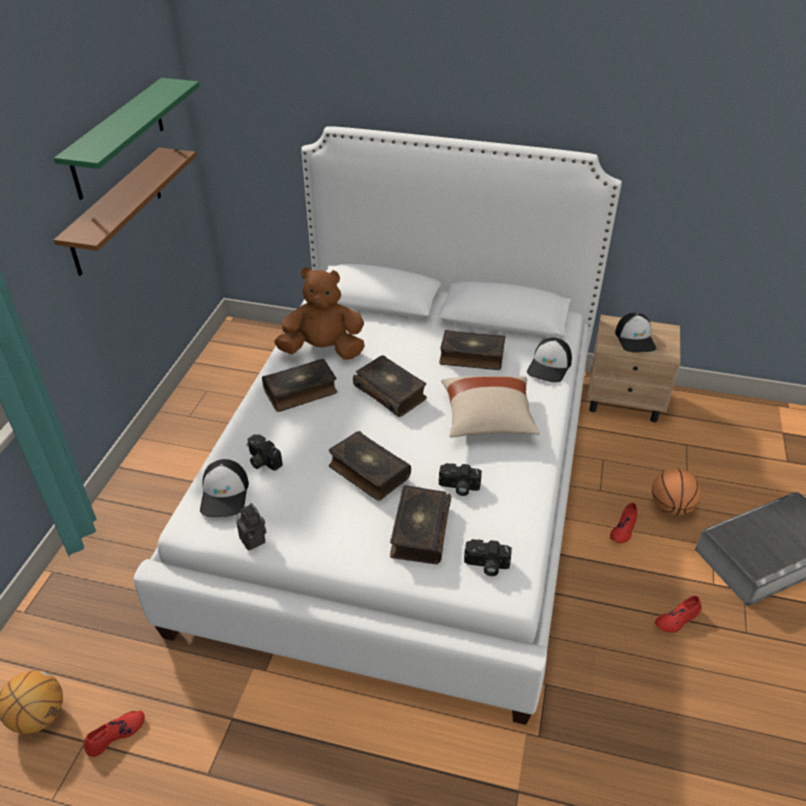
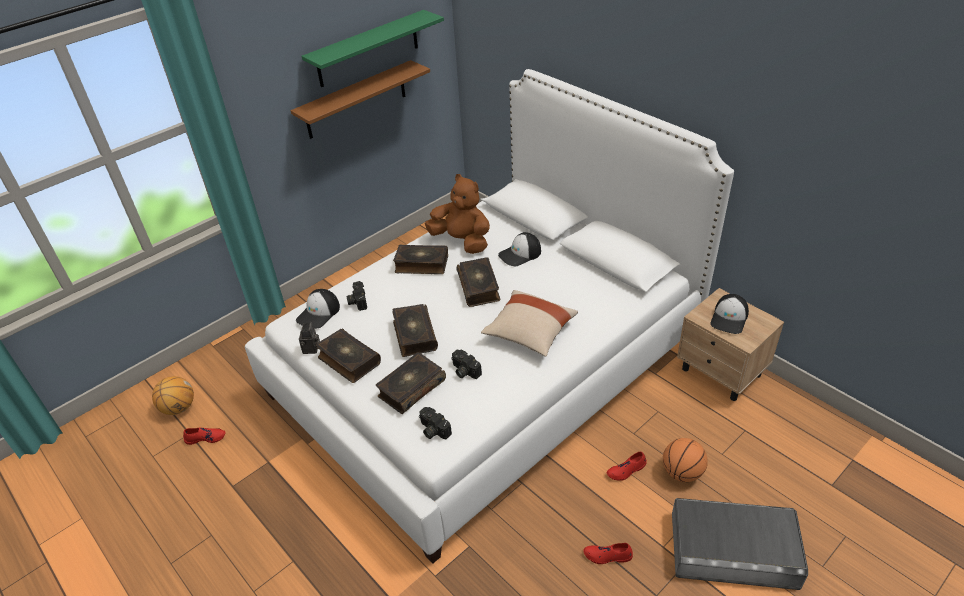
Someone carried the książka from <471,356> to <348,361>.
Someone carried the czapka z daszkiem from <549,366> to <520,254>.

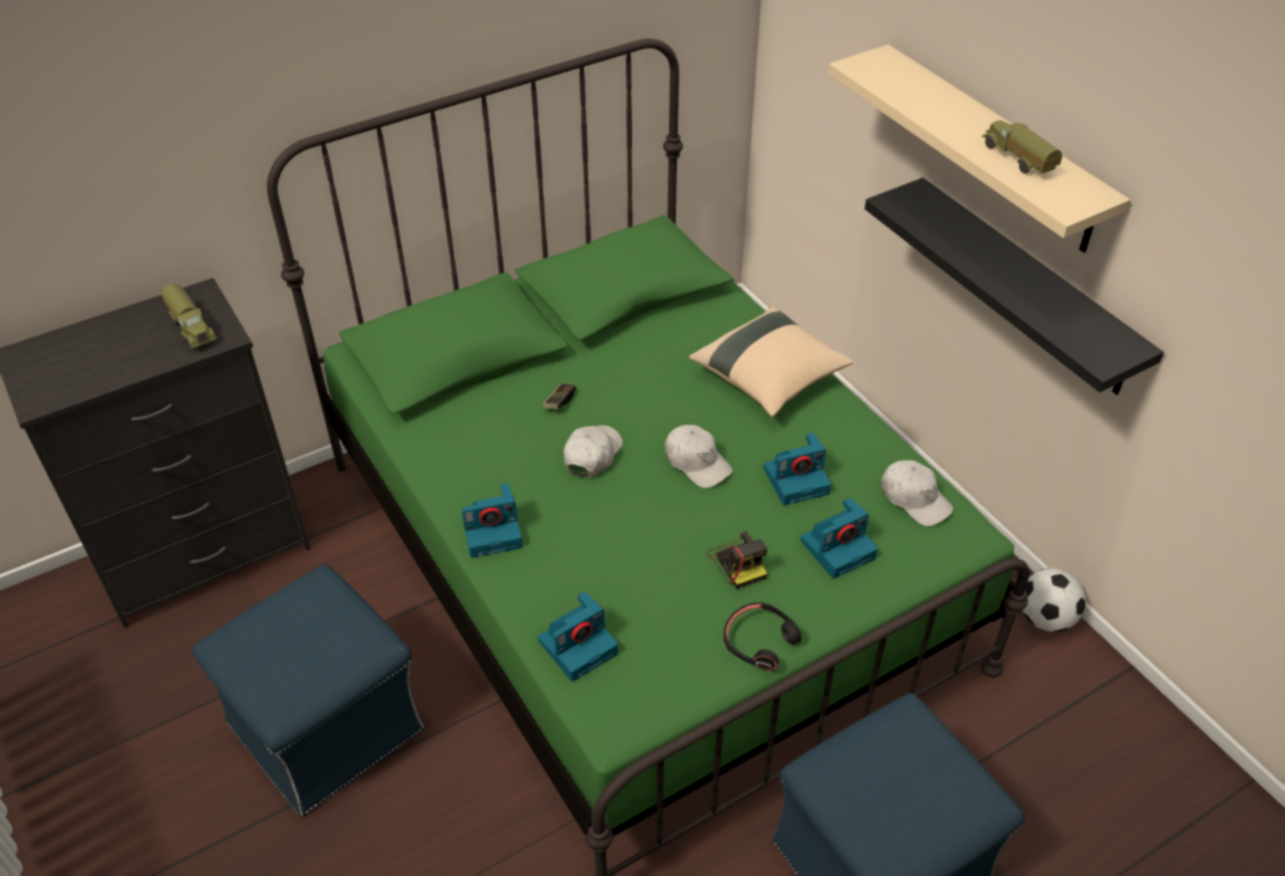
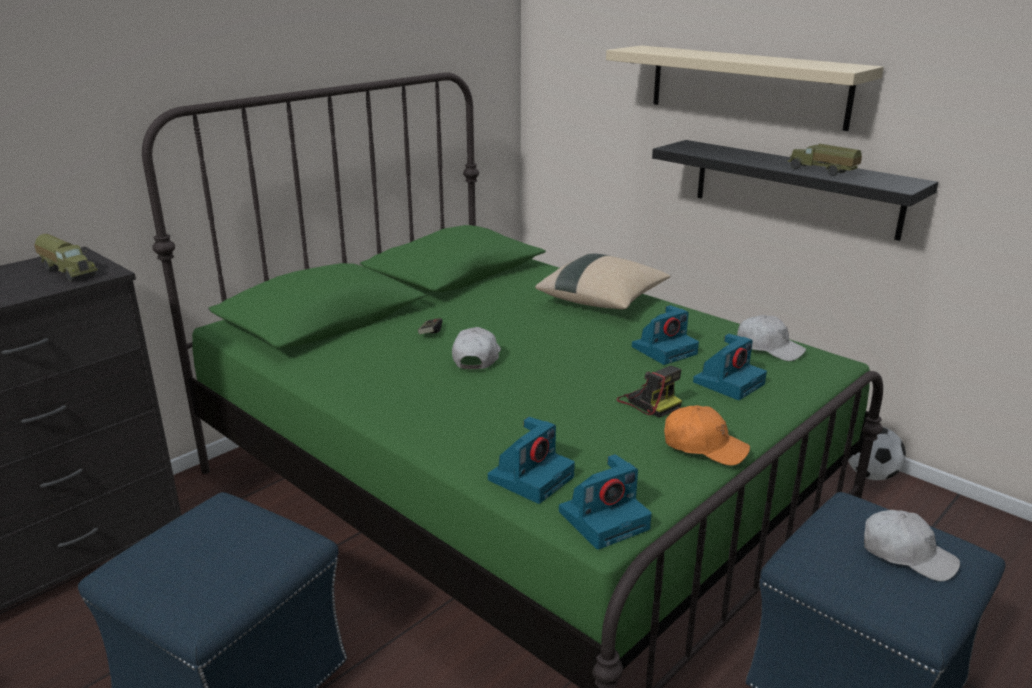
Someone carried the aparat fotograficzny from <493,531> to <604,519>.
Someone carried the czapka z daszkiem [biały] from <697,462> to <907,555>.
Someone carried the ciężarówka zabawkowa from <1017,160> to <821,171>.
Someone swapped the słuchawki [czarny] at <759,641> for the czapka z daszkiem [pomarańczowy] at <704,446>.

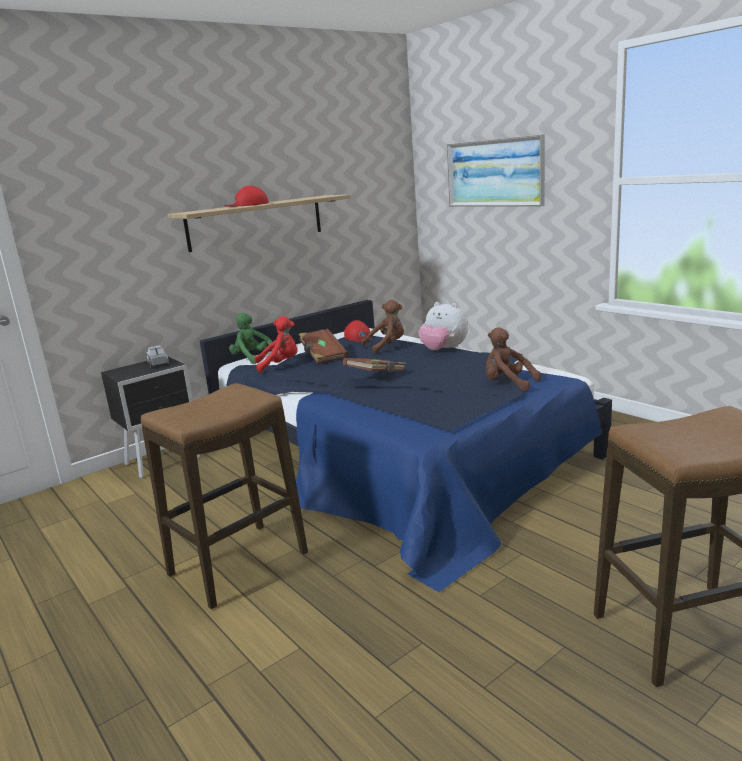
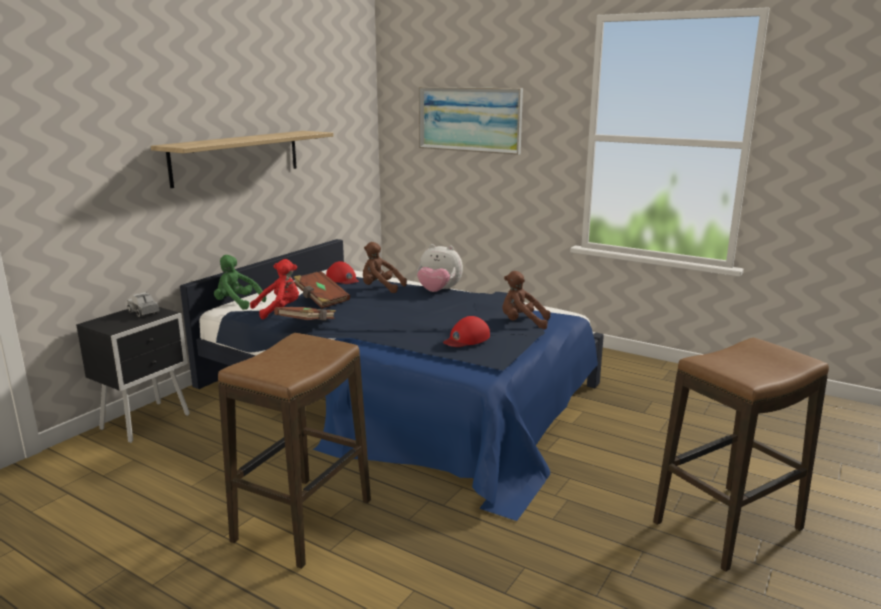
Someone carried the czapka z daszkiem [czerwony] from <247,205> to <466,339>.
Someone carried the książka [brązowy] from <376,376> to <307,325>.
Someone rotated the pluszak [brązowy] at <387,346> by 120 degrees counterclockwise.

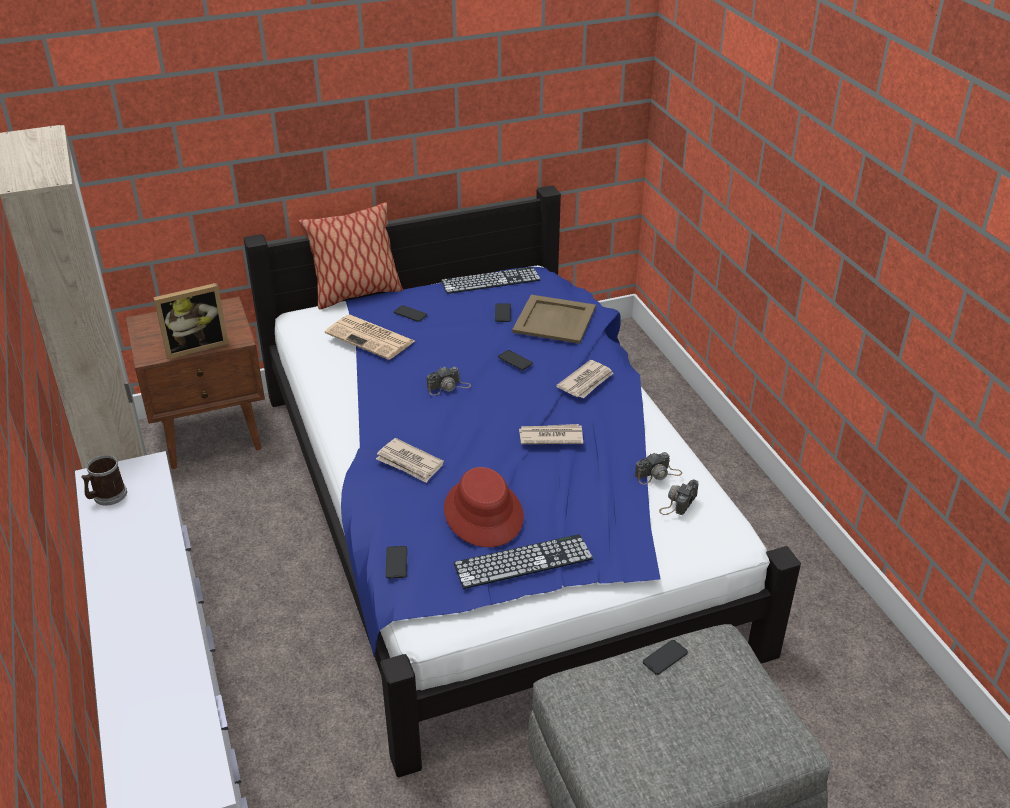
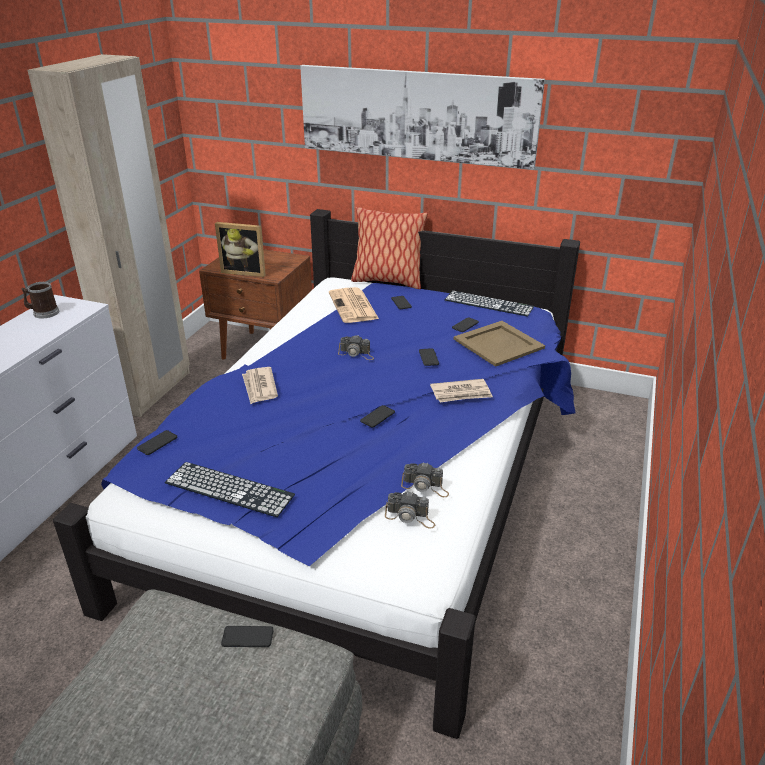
Someone took away the kapelusz [czerwony] at <484,513>.
Someone put up the obraz at <416,115>.
Someone swapped the gazeta at <550,436> for the telefon at <377,417>.
Someone rotated the aparat fotograficzny at <678,502> by 150 degrees counterclockwise.

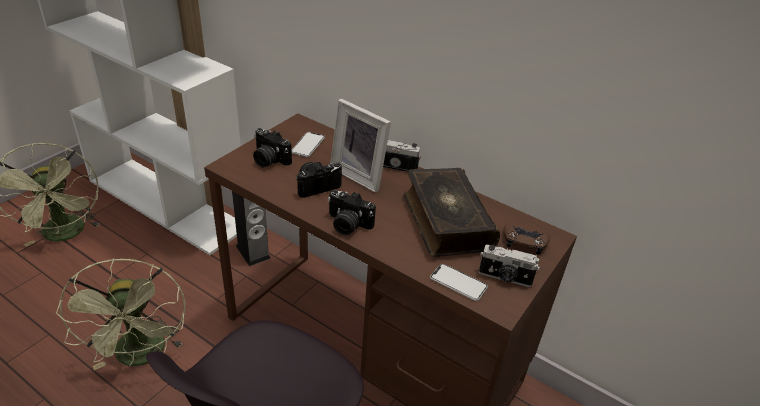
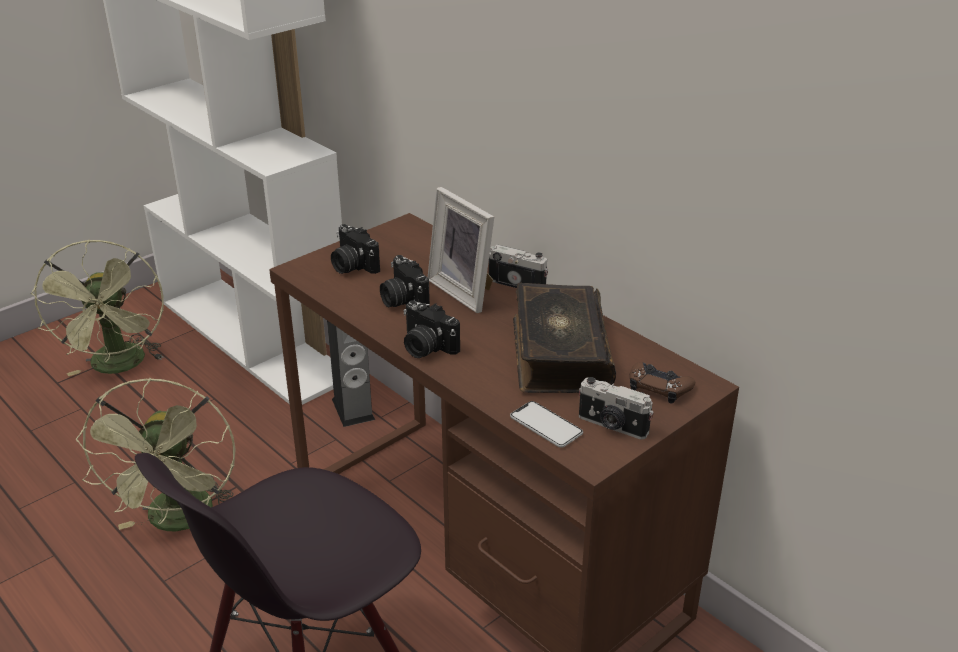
Someone took away the telefon at <308,145>.
Someone rotated the aparat fotograficzny at <316,186> by 105 degrees counterclockwise.

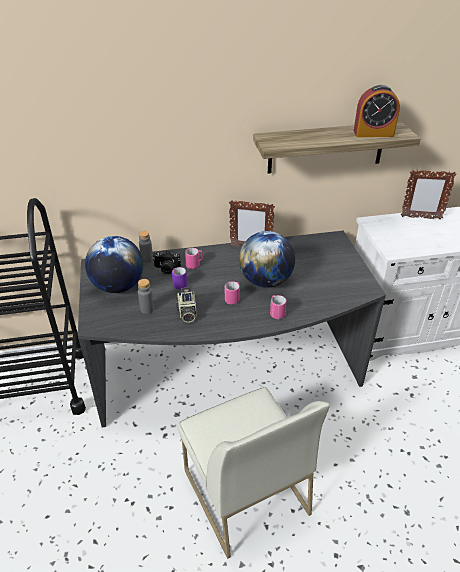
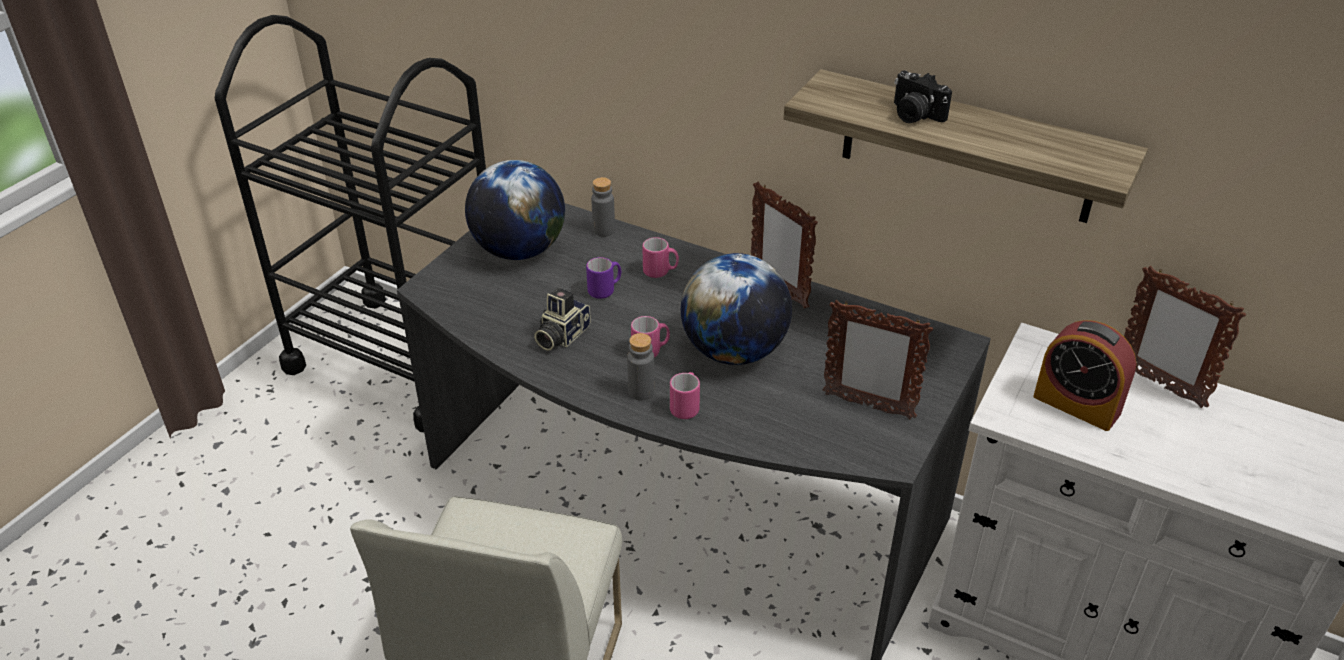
Someone put down the ramka na zdjęcie at <867,406>.
Someone carried the butelka [szary] from <147,309> to <641,391>.
Someone carried the aparat fotograficzny from <166,269> to <914,115>.
Someone carried the budzik from <373,133> to <1076,405>.

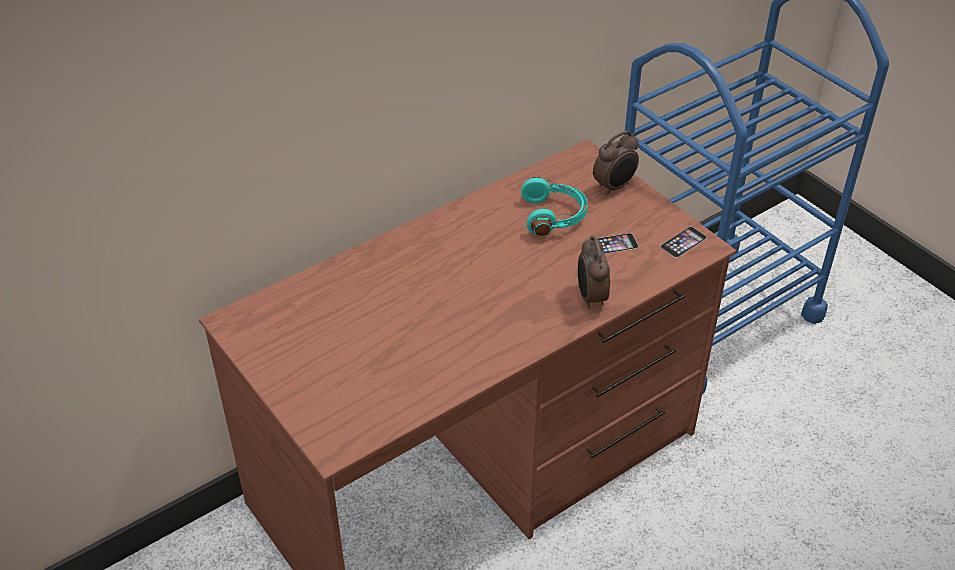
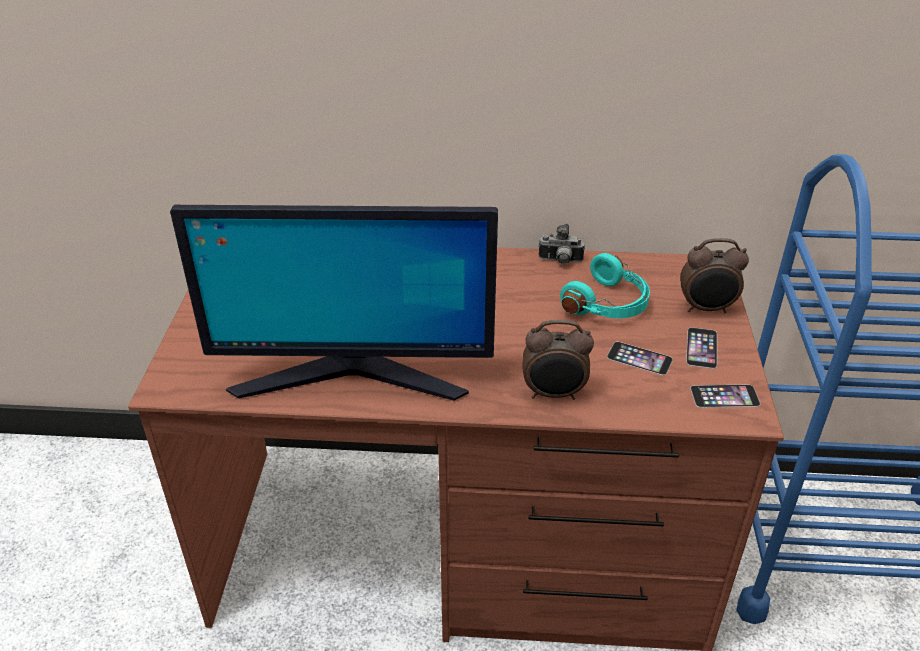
Someone put down the monitor at <352,376>.
Someone put down the aparat fotograficzny at <560,261>.
Someone put down the telefon at <701,347>.
Someone rotated the budzik at <590,297> by 120 degrees counterclockwise.

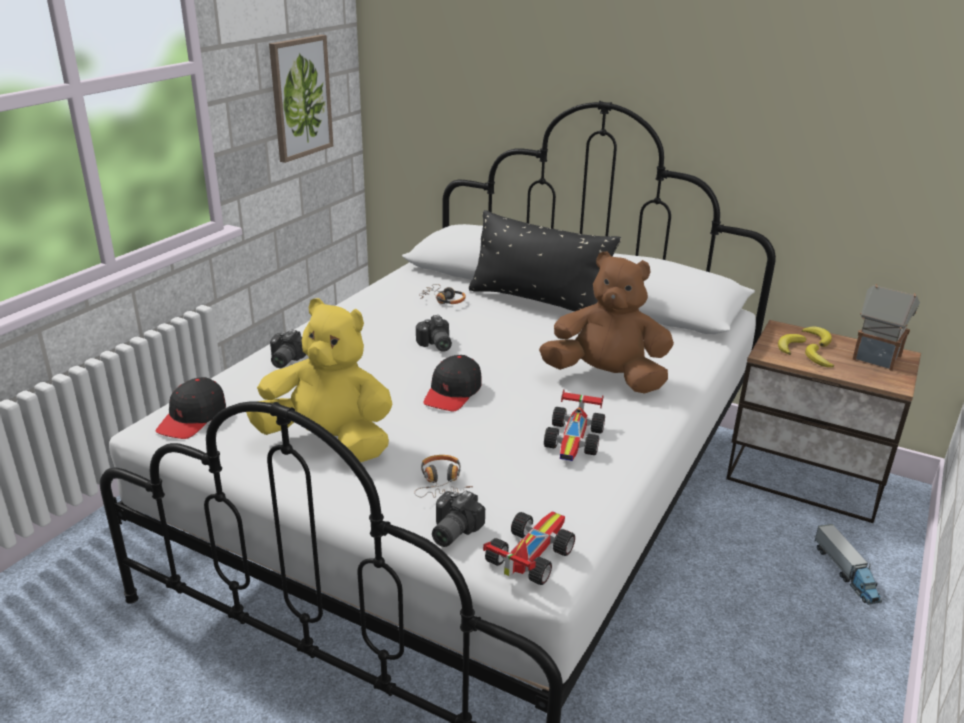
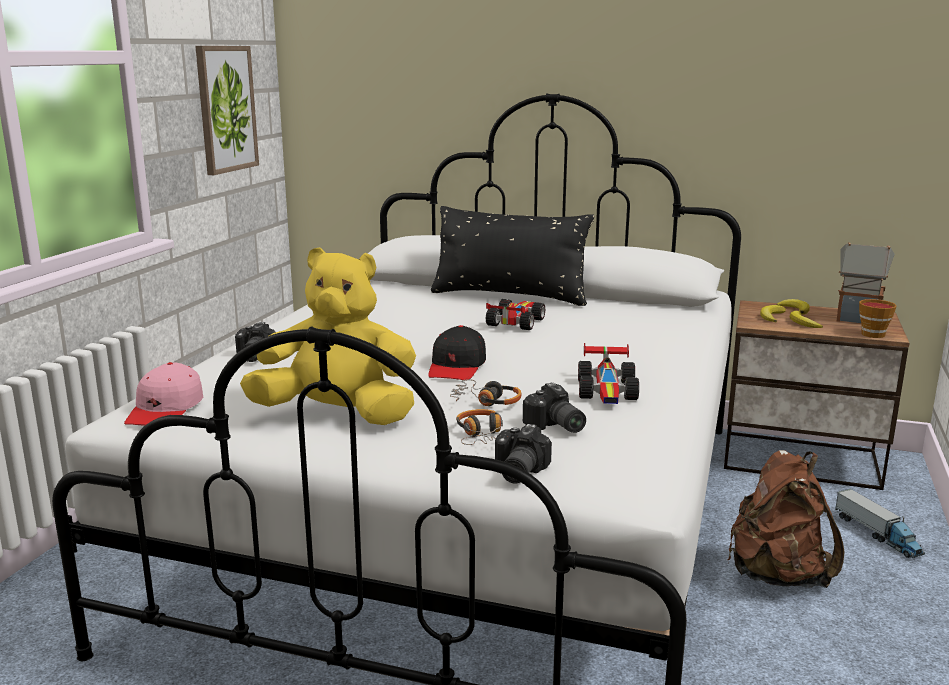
Someone took away the pluszak [brązowy] at <606,378>.
Someone put down the plecak [brązowy] at <777,575>.
Someone put down the filiżanka at <874,334>.
Someone carried the aparat fotograficzny from <435,345> to <555,426>.
Someone carried the słuchawki from <443,300> to <485,401>.
Someone carried the samochodzik from <529,555> to <514,322>.
Someone repainted the czapka z daszkiem [czarny] at <193,418>, which became the czapka z daszkiem [różowy] at <165,410>.

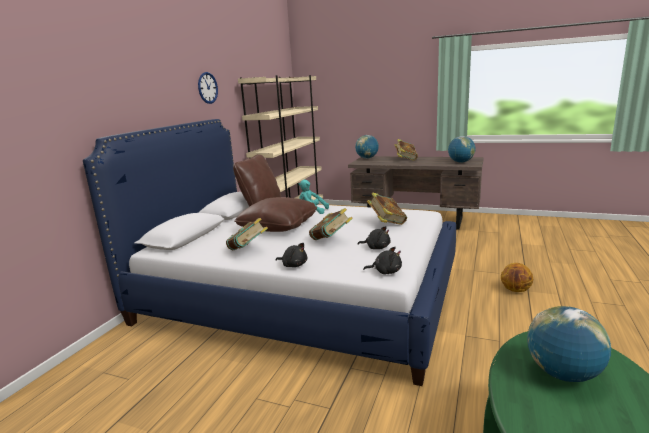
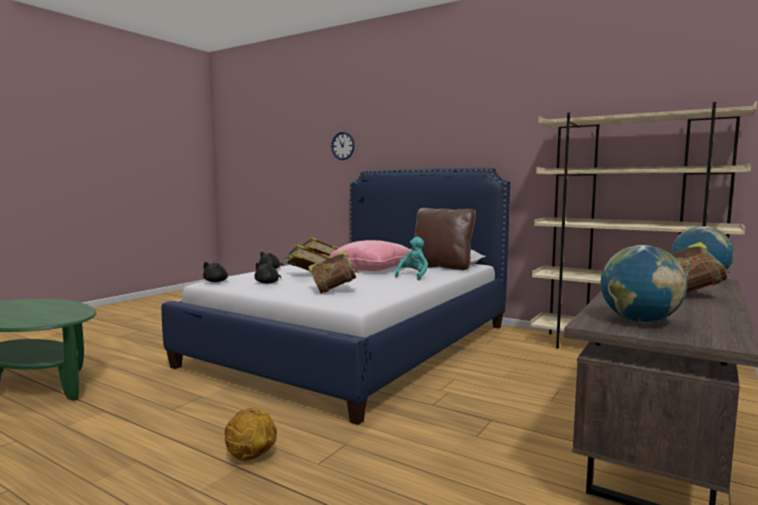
Someone took away the globus at <563,374>.
Someone carried the zegar ścienny from <207,88> to <343,146>.
Someone repainted the poduszka [brązowy] at <278,226>, which became the poduszka [różowy] at <371,269>.

